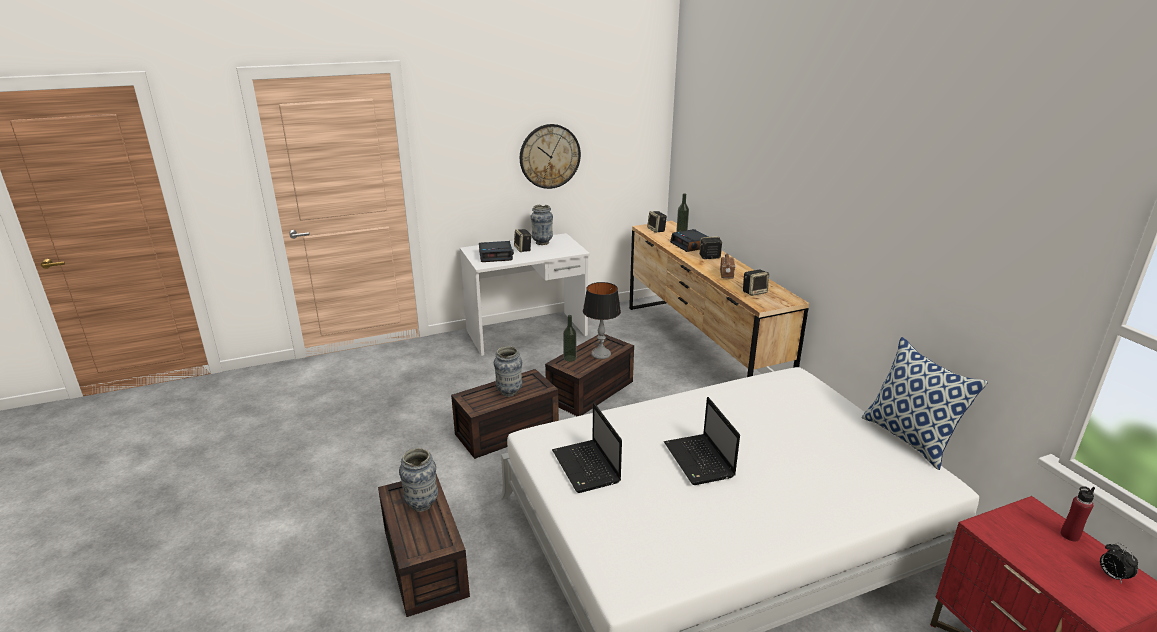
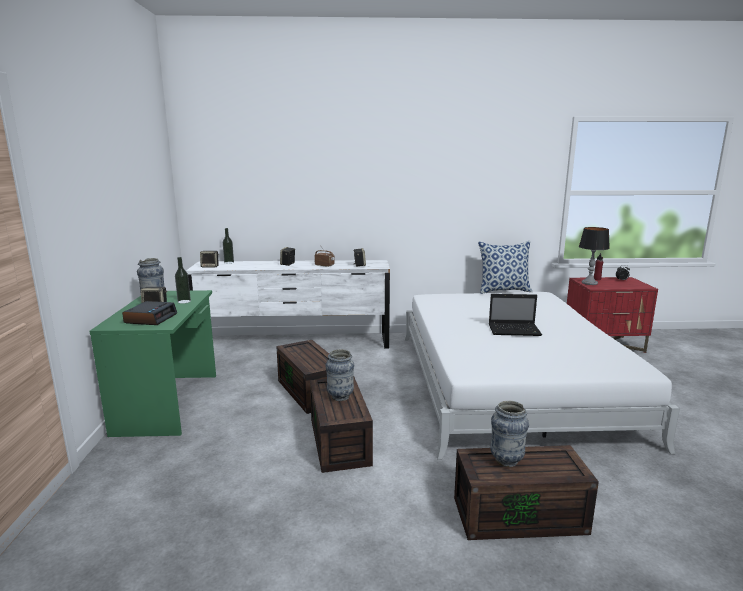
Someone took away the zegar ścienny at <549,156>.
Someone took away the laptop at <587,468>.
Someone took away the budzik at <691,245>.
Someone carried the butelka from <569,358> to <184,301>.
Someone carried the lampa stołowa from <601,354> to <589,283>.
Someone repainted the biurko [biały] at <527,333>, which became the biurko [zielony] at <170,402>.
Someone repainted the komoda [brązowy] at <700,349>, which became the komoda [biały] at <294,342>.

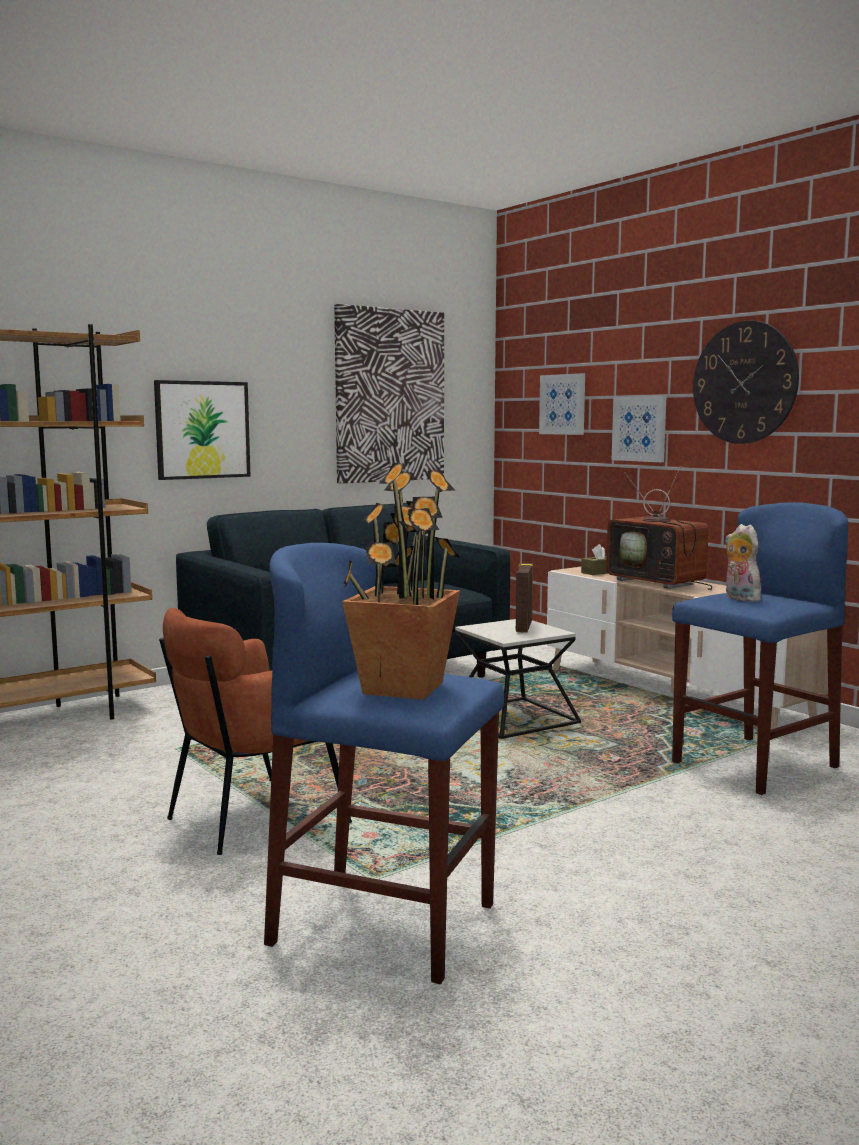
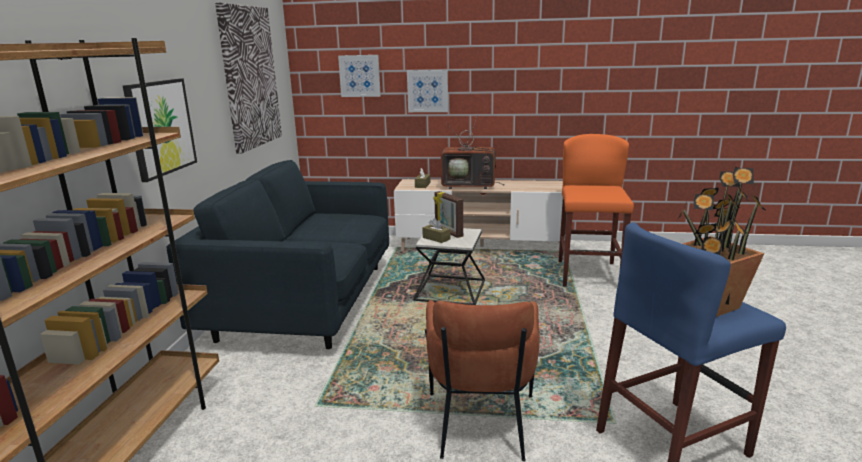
Someone took away the zegar ścienny at <744,382>.
Someone took away the pluszak at <739,598>.
Someone put down the pudełko chusteczek [brązowy] at <436,238>.
Someone repainted the stołek [niebieski] at <754,764>, which became the stołek [pomarańczowy] at <588,274>.

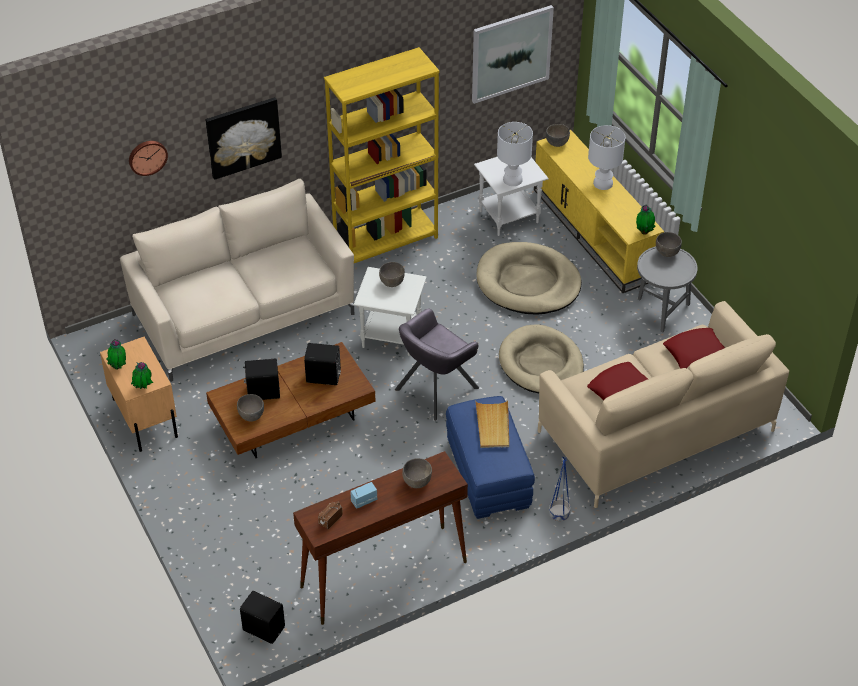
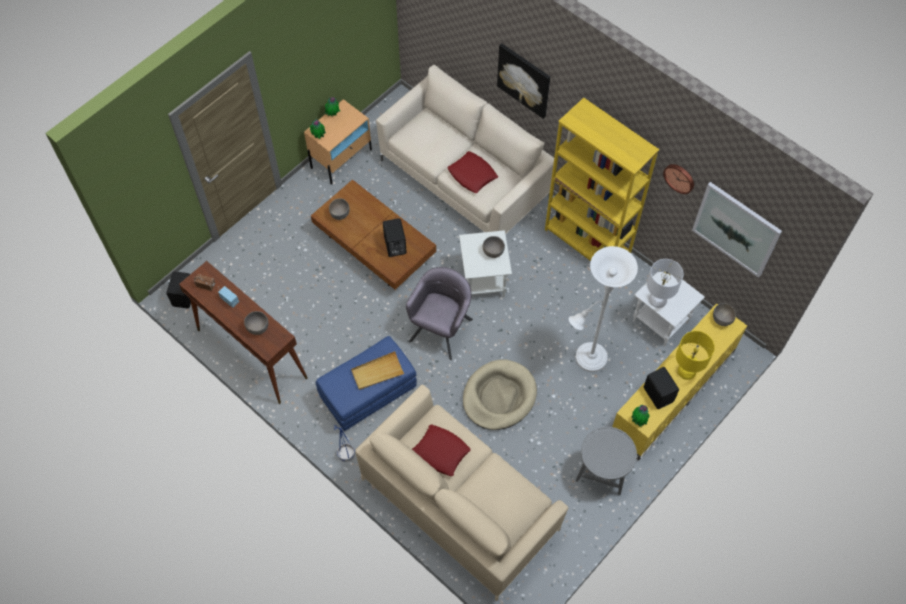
Someone took away the miska [szary] at <667,252>.
Someone carried the zegar ścienny from <147,157> to <679,177>.
Someone carried the głośnik [czarny] from <263,391> to <658,394>.
Someone carried the poduszka [czerwony] from <695,353> to <472,175>.
Someone swapped the legowisko [beżowy] at <528,283> for the lampa stojąca [biały] at <587,360>.
Someone repainted the lampa stołowa [biały] at <603,184>, which became the lampa stołowa [żółty] at <686,371>.
Someone rotated the fotel [szary] at <435,389> by 90 degrees clockwise.

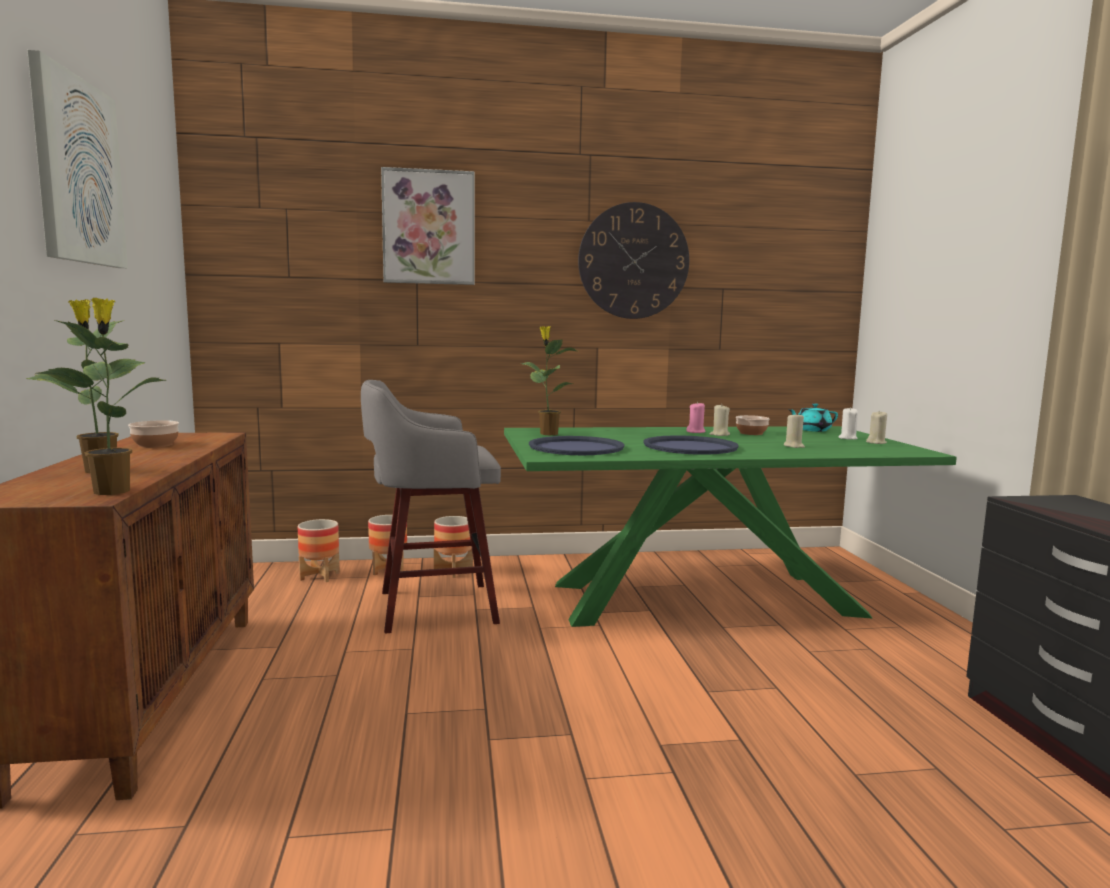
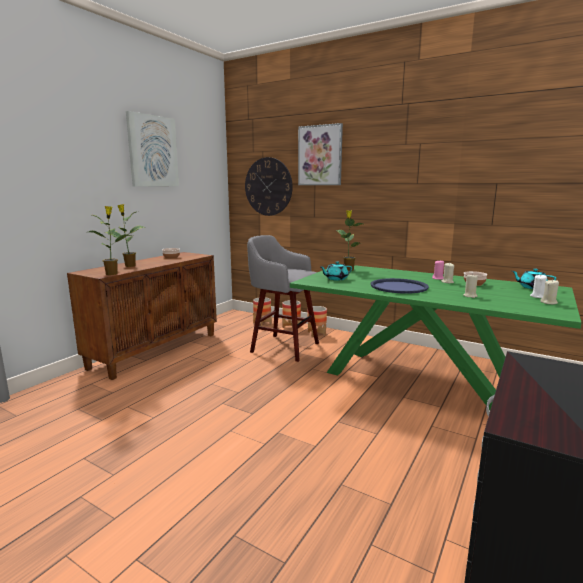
Someone carried the zegar ścienny from <633,261> to <268,186>.
Someone swapped the taca [niebieski] at <576,447> for the imbryk [turkusowy] at <336,279>.

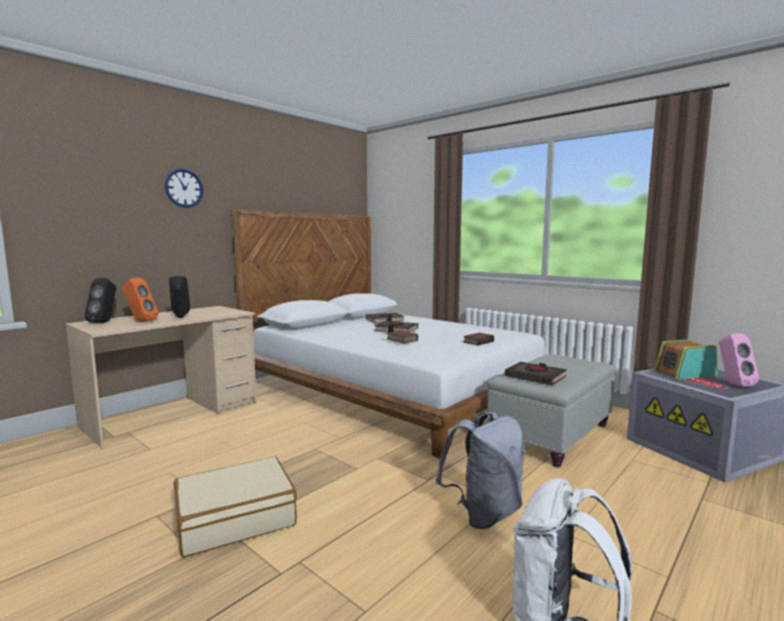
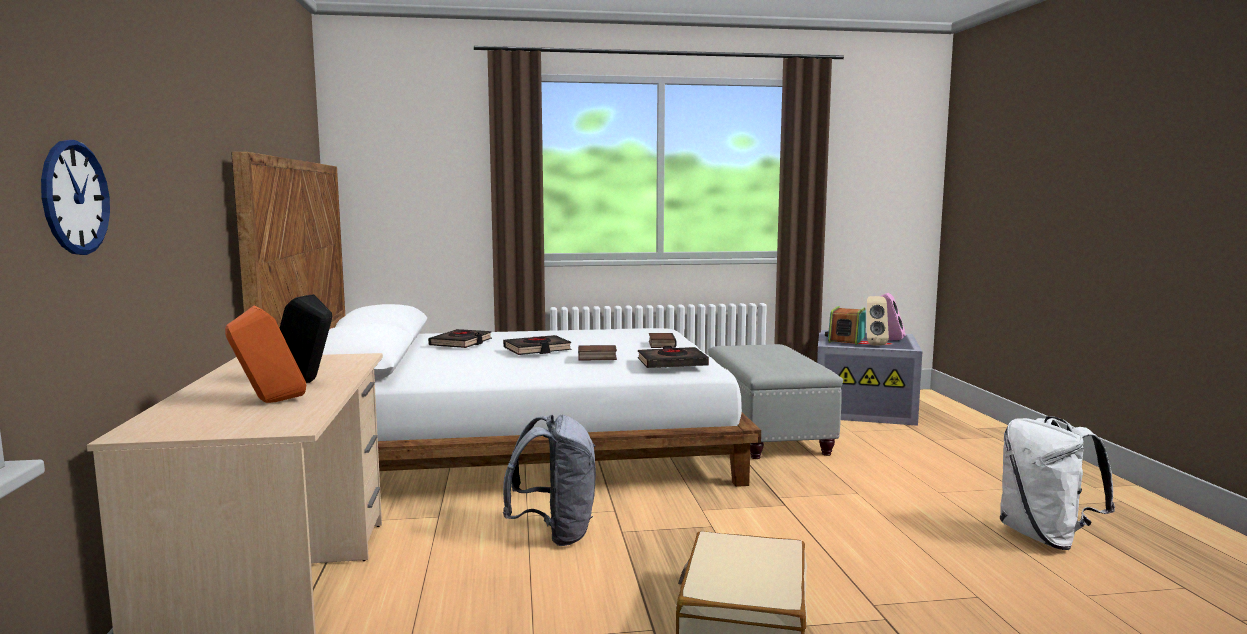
Someone took away the głośnik [czarny] at <105,322>.
Someone put down the głośnik [beżowy] at <873,344>.
Someone carried the zegar ścienny from <184,188> to <75,198>.
Someone carried the plecak [szary] from <484,514> to <555,534>.
Someone carried the książka [czarny] from <535,377> to <672,363>.

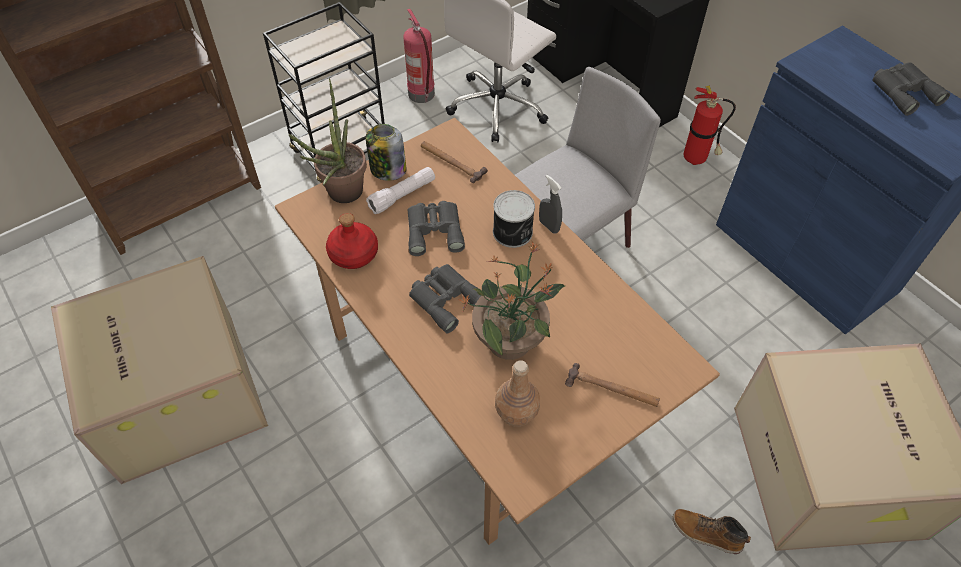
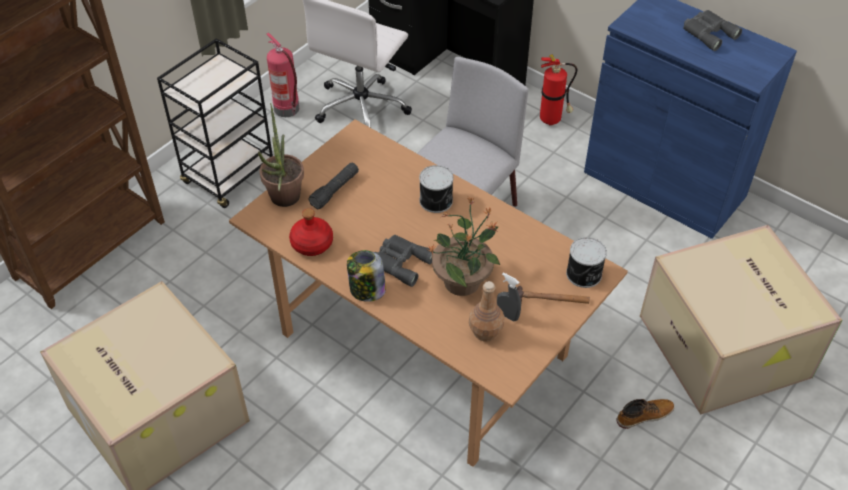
Someone took away the lornetka [szary] at <435,230>.
Someone took away the młotek at <451,162>.
Someone put down the puszka at <584,274>.
Someone carried the słoik from <387,169> to <366,290>.
Someone carried the spryskiwacz [szary] from <549,226> to <507,315>.
Someone repainted the latarka [biały] at <402,196>, which became the latarka [czarny] at <335,190>.
Someone rotated the but z cholewką at <706,534> by 150 degrees clockwise.

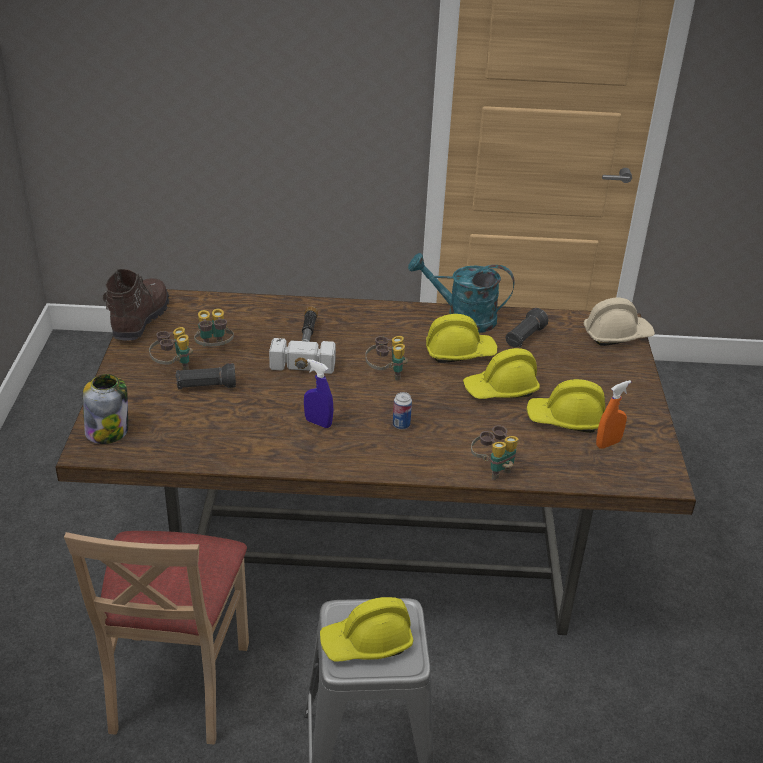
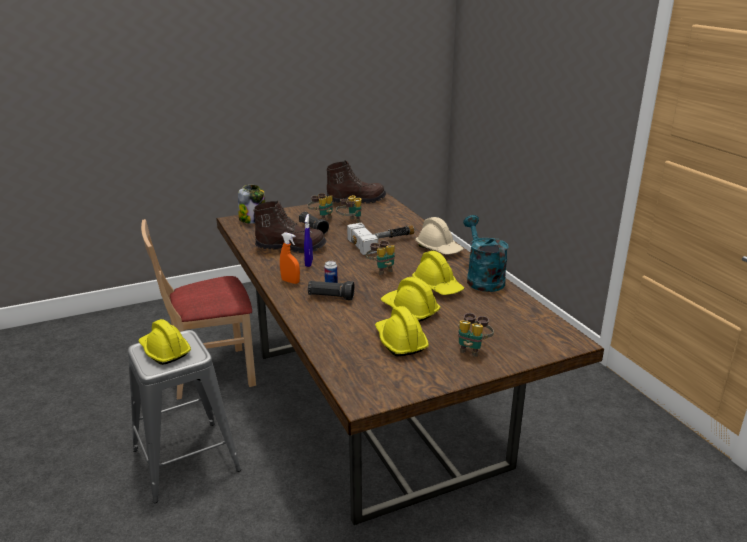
Someone put down the but z cholewką [brązowy] at <291,247>.
Someone carried the lornetka from <493,468> to <472,349>.
Someone carried the latarka [czarny] from <524,338> to <330,297>.
Someone carried the kask [beżowy] from <616,335> to <439,249>.
Someone carried the spryskiwacz [pomarańczowy] from <608,443> to <290,281>.

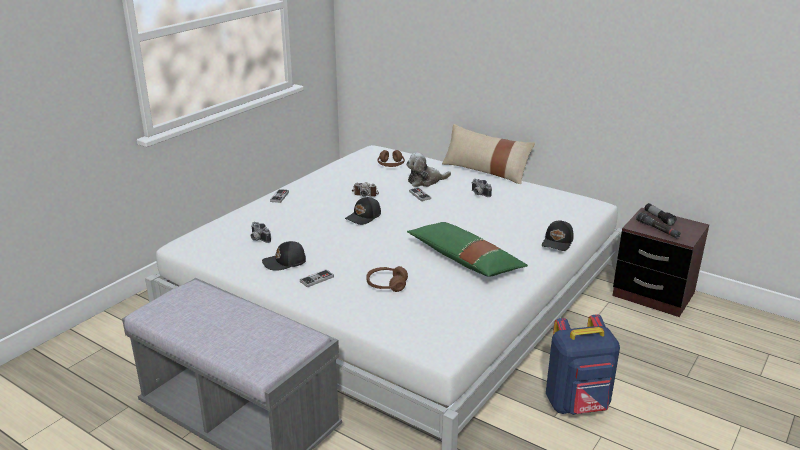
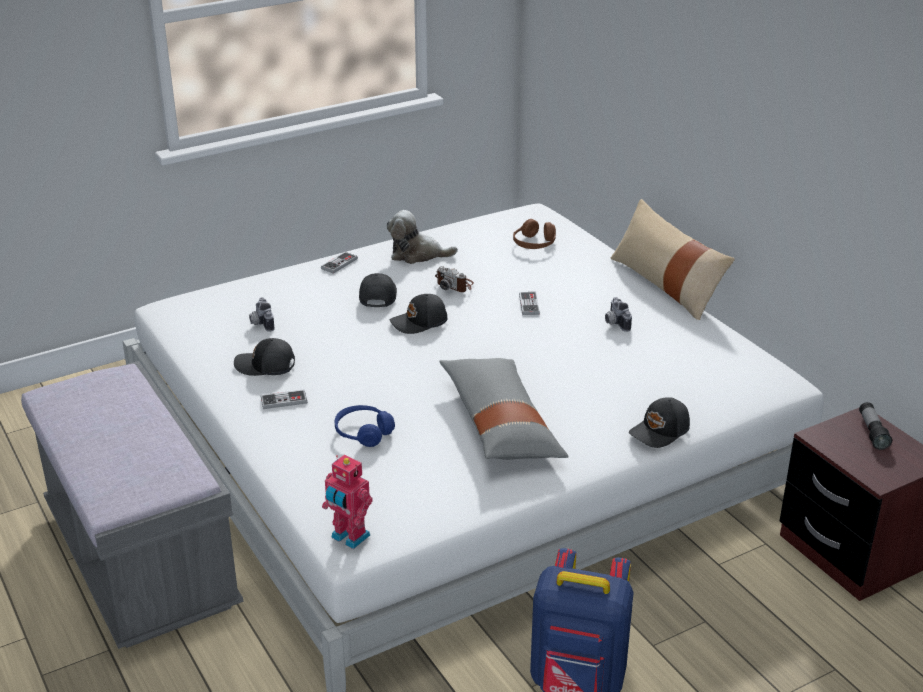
Someone took away the latarka [czarny] at <657,229>.
Someone put down the robot zabawkowy at <349,537>.
Someone put down the czapka z daszkiem [czarny] at <377,296>.
Someone carried the pluszak from <425,181> to <417,254>.
Someone repainted the słuchawki [brązowy] at <386,285>, which became the słuchawki [niebieski] at <363,433>.
Someone repainted the poduszka [zielony] at <464,260>, which became the poduszka [szary] at <500,424>.

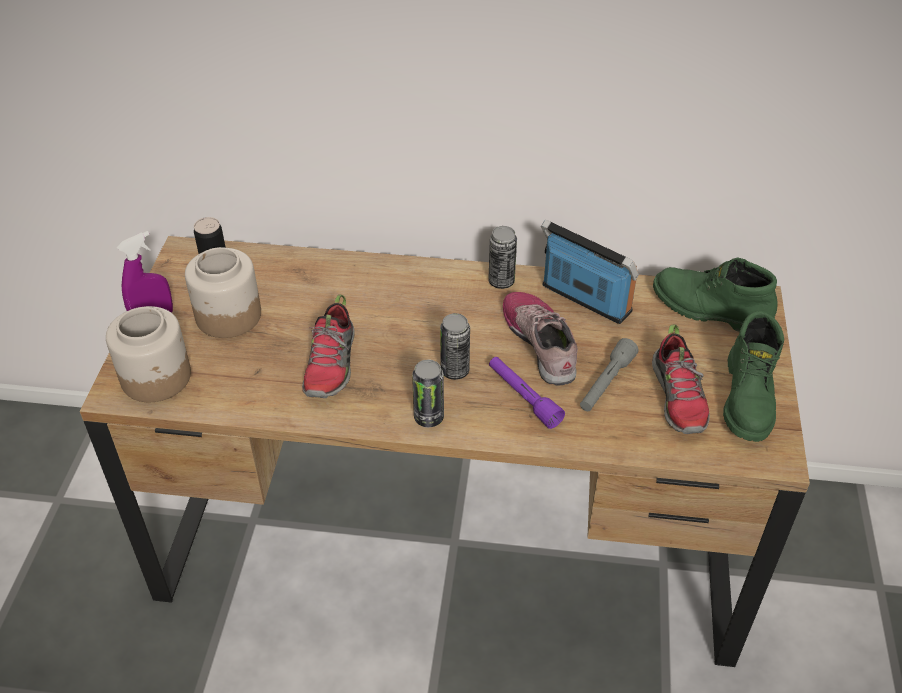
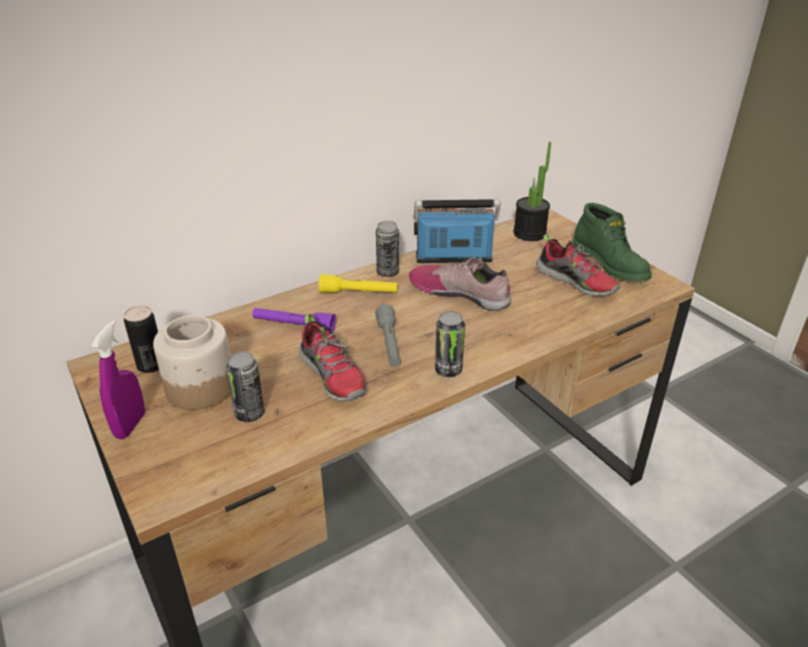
Someone took away the słoik at <157,377>.
Someone put down the latarka [żółty] at <359,293>.
Someone carried the puszka from <455,371> to <249,414>.
Someone carried the latarka [fioletowy] from <523,397> to <294,326>.
Someone carried the latarka [szary] from <606,383> to <389,344>.
Someone swapped the but z cholewką [zielony] at <709,310> for the roślina doniczkowa at <529,233>.

